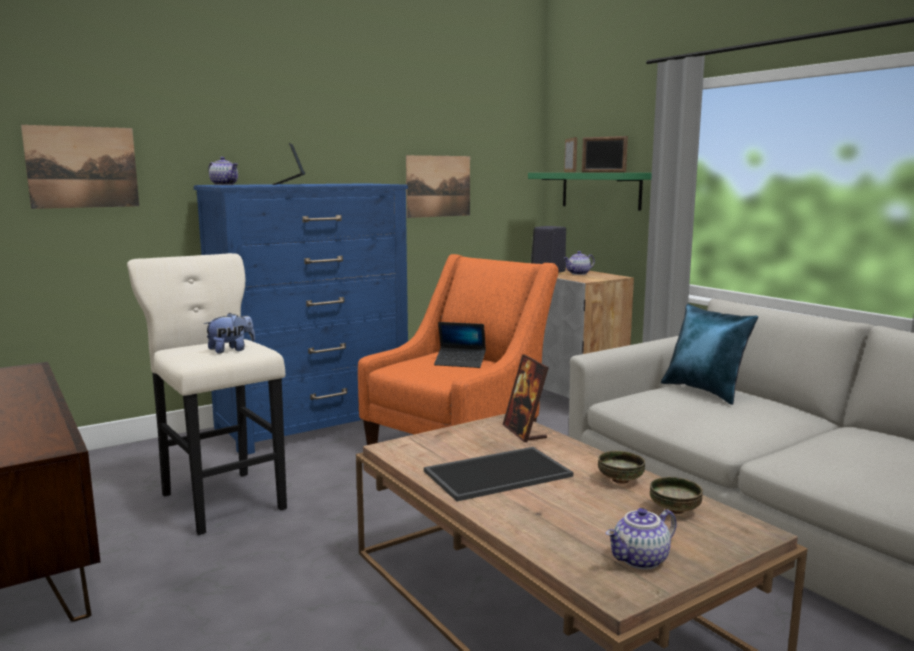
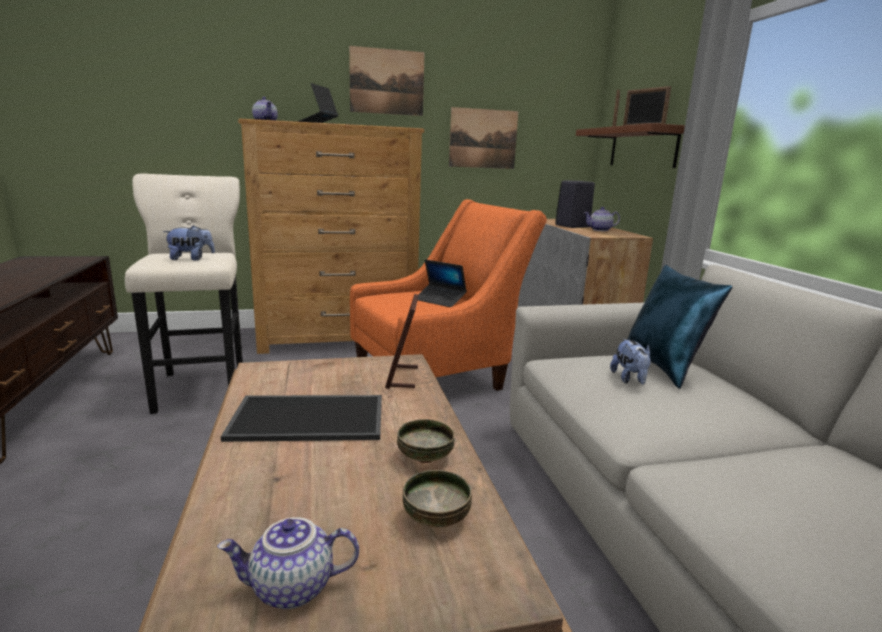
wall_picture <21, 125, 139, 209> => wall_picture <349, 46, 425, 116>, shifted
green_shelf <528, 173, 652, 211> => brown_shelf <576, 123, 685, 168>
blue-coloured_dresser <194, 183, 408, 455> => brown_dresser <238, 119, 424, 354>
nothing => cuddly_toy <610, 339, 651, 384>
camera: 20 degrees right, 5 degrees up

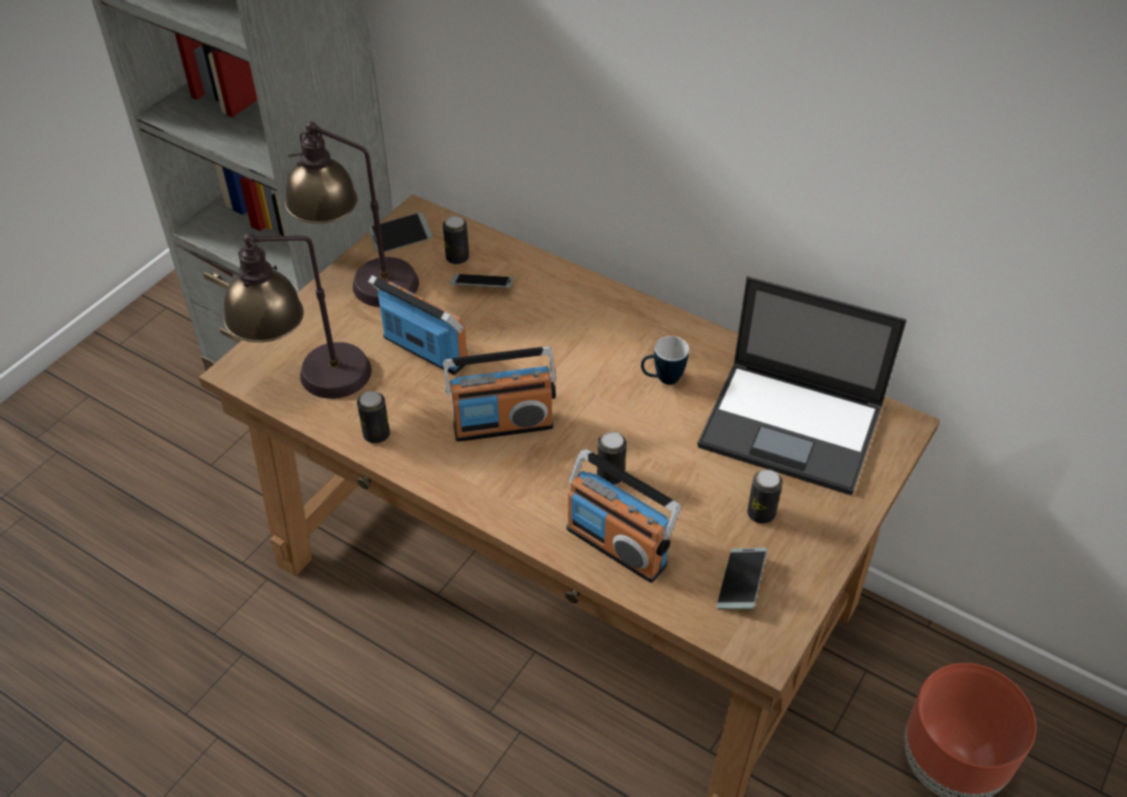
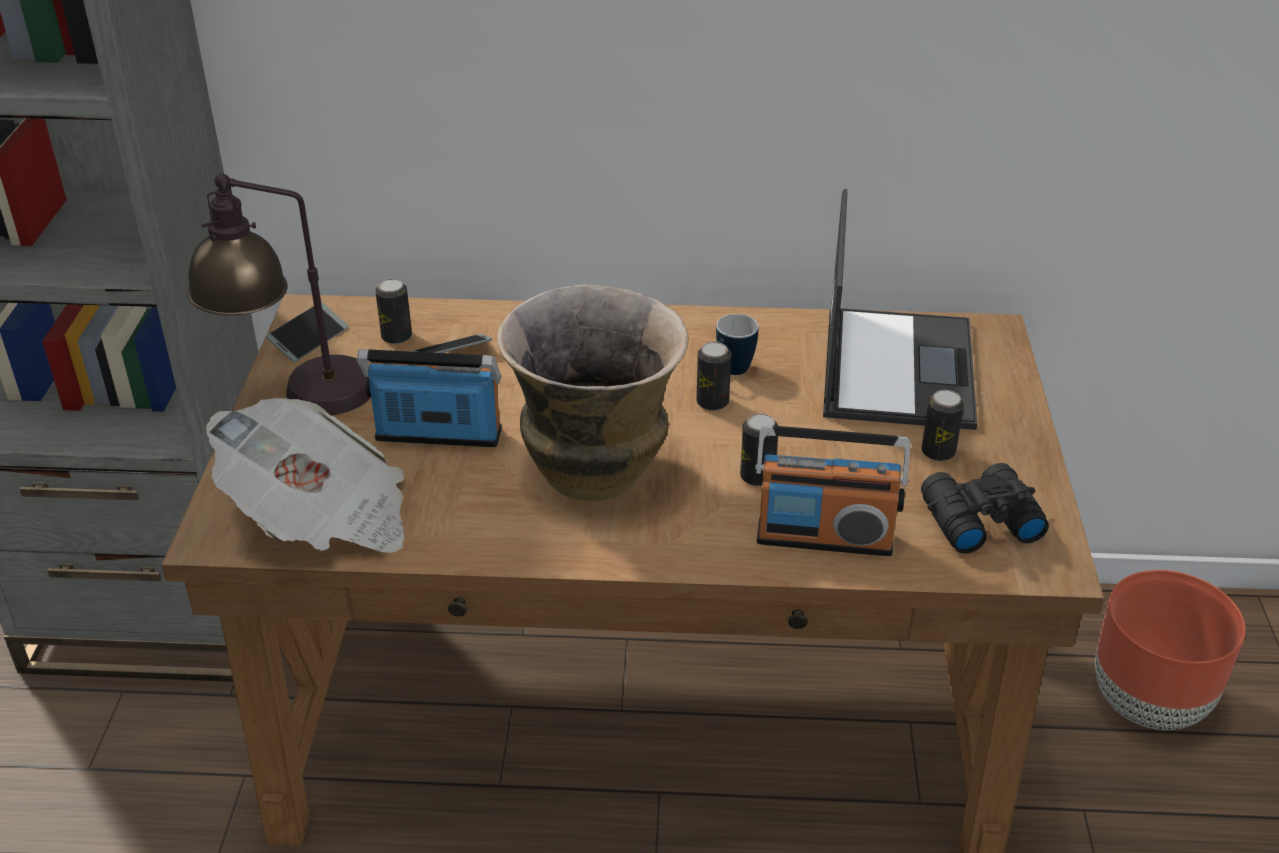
table_lamp <223, 233, 372, 399> => daily_paper <206, 398, 404, 553>
laptop <697, 276, 907, 495> => laptop <823, 189, 977, 430>, 75 degrees counterclockwise
radio_receiver <443, 346, 556, 442> => decorative_vase <497, 284, 689, 501>
metal_can <357, 391, 390, 443> => metal_can <696, 342, 731, 411>, shifted
handset <717, 548, 767, 609> => black-coloured_binoculars <921, 463, 1049, 554>
camera: 30 degrees left, 10 degrees down

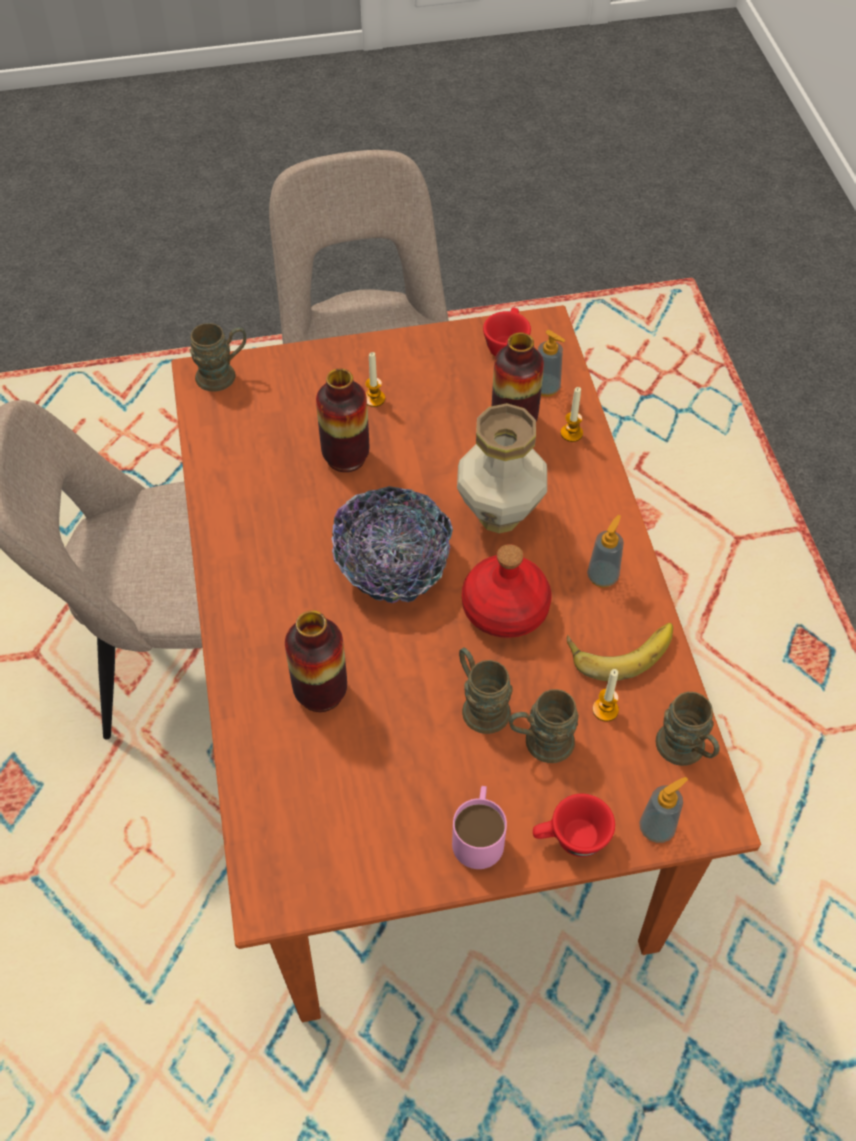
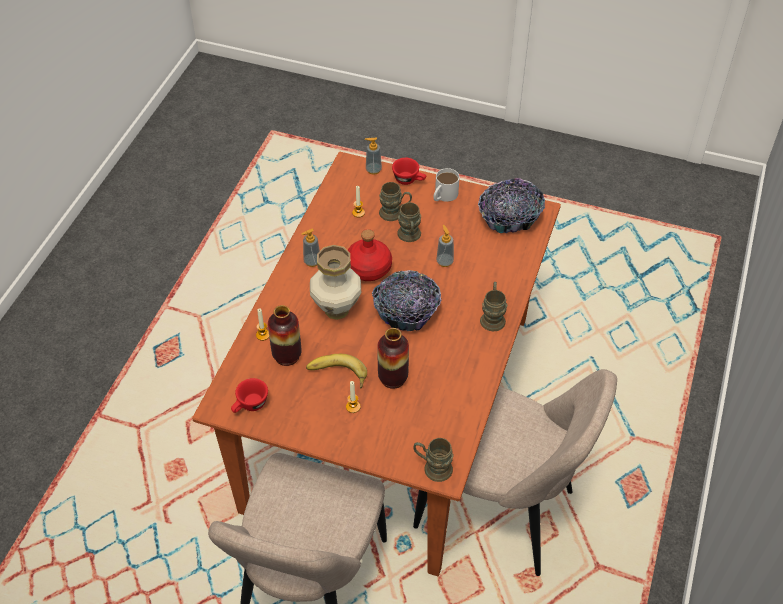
liquid_soap_bottle <538, 330, 565, 396> => liquid_soap_bottle <436, 225, 454, 267>, shifted
decorative_vase <285, 610, 347, 712> => nothing
banana_fruit <567, 623, 673, 681> => banana_fruit <306, 354, 367, 389>, shifted
brown_mug <656, 692, 720, 766> => brown_mug <480, 282, 507, 331>, shifted
pink-coloured_mug <452, 786, 507, 869> => white_mug <434, 168, 459, 202>
nothing => deep_dish <478, 178, 545, 233>
camera: 150 degrees left, 5 degrees down

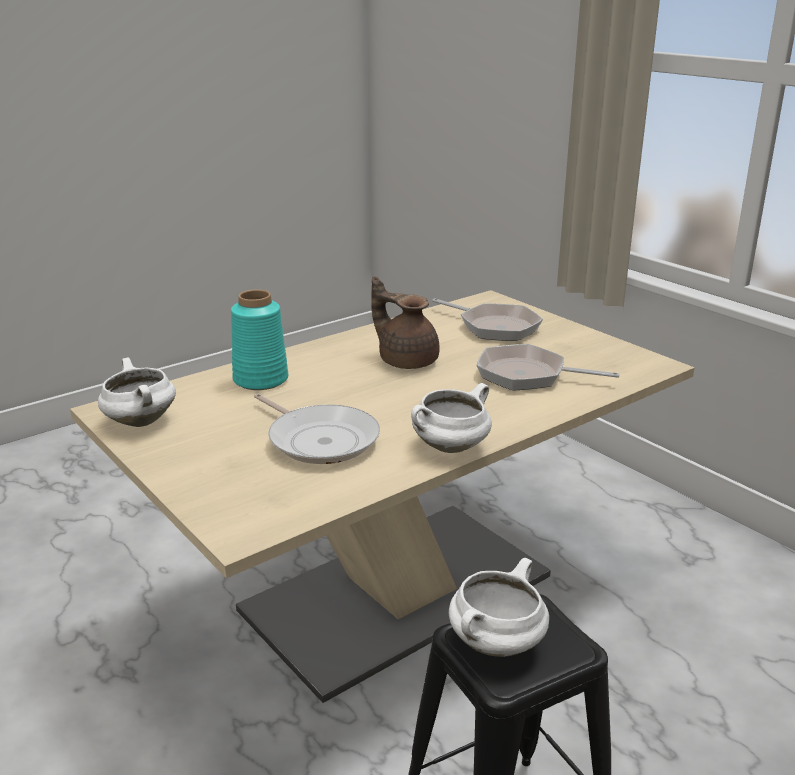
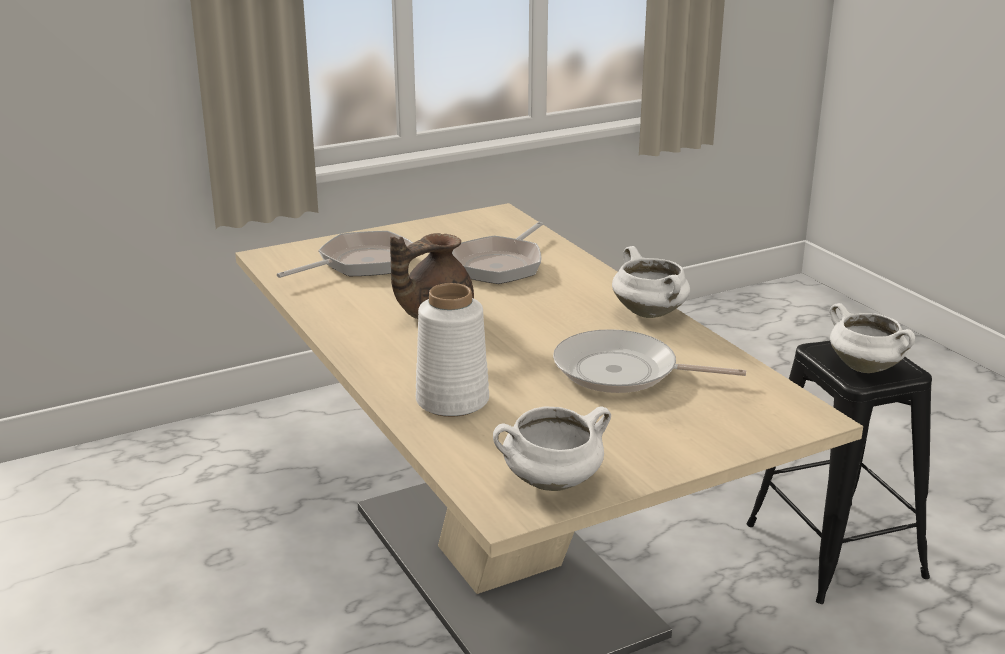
turquoise-coloured_decorative_vase <231, 289, 288, 390> => white_decorative_vase <416, 283, 489, 417>
skillet <254, 394, 380, 464> => skillet <553, 329, 746, 393>, 135 degrees counterclockwise
camera: 80 degrees left, 0 degrees up

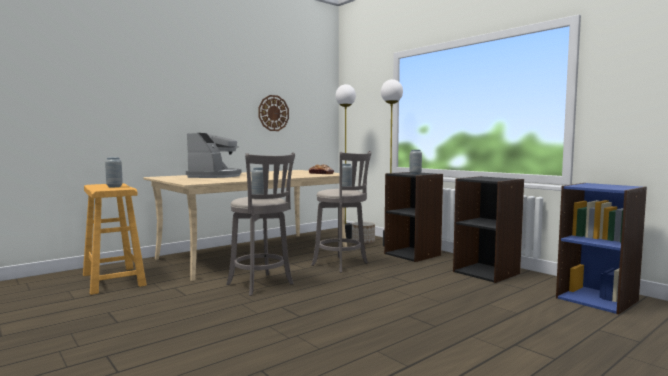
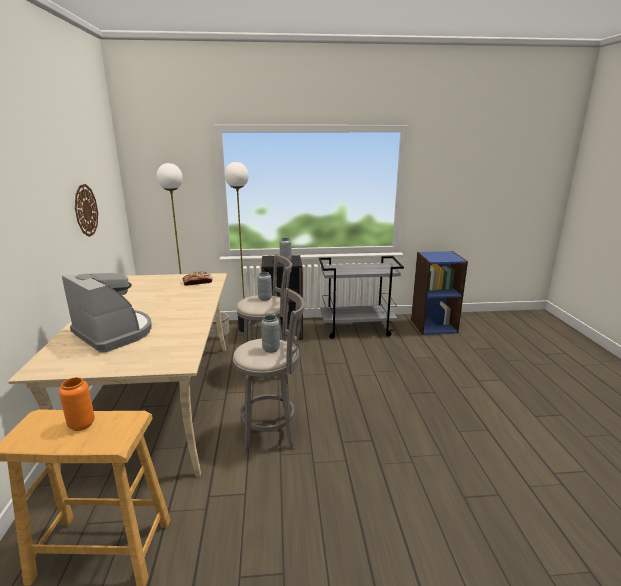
greyish_decorative_vase <105, 158, 123, 187> => orangey_decorative_vase <59, 377, 95, 431>
black-coloured_bookshelf <453, 176, 524, 283> => greyish_trolley <319, 256, 404, 339>
camera: 55 degrees left, 15 degrees up

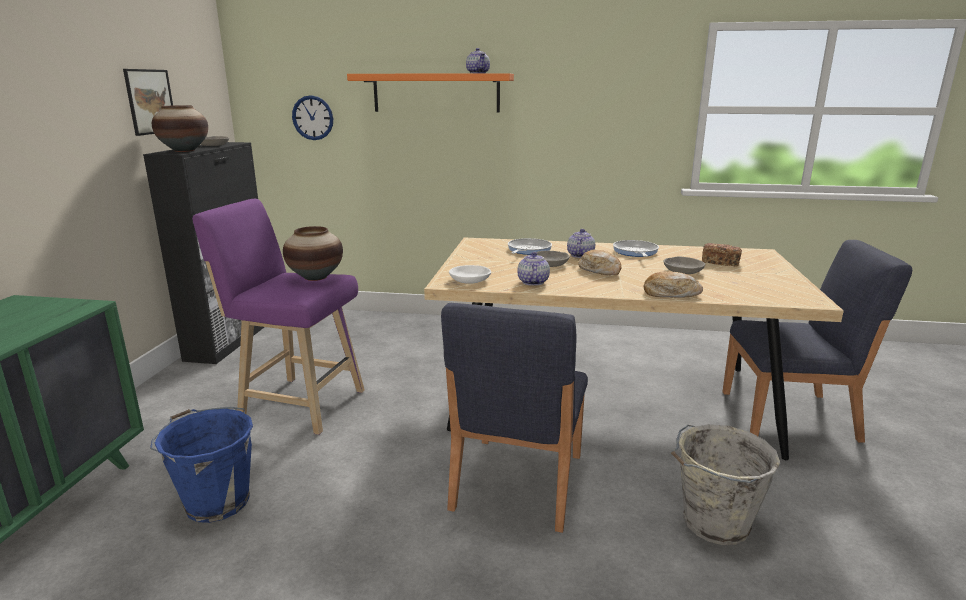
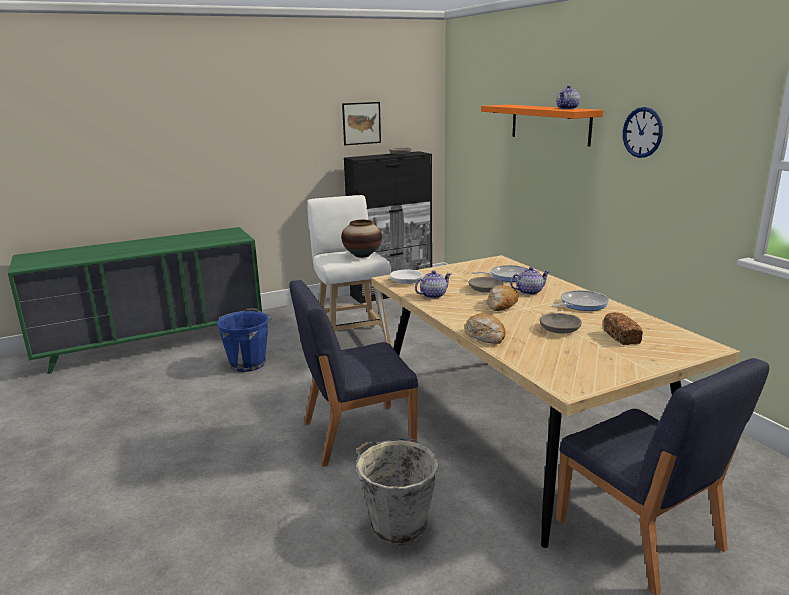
clock_on_the_wall <292, 95, 333, 140> => clock_on_the_wall <623, 107, 663, 158>, shifted
decorative_vase <152, 105, 208, 152> => nothing
purple-coloured_stool <192, 199, 365, 435> => white_stool <307, 195, 392, 346>
camera: 55 degrees right, 0 degrees up

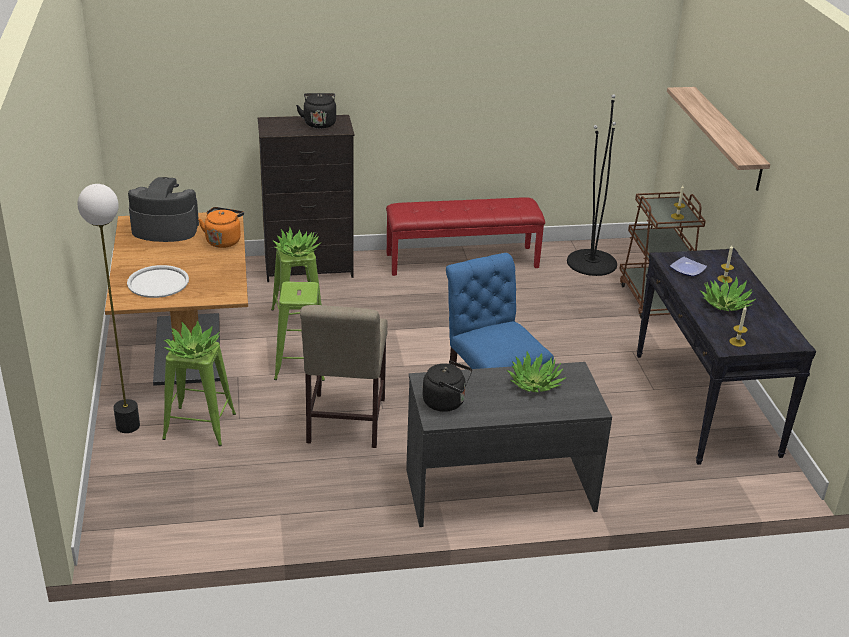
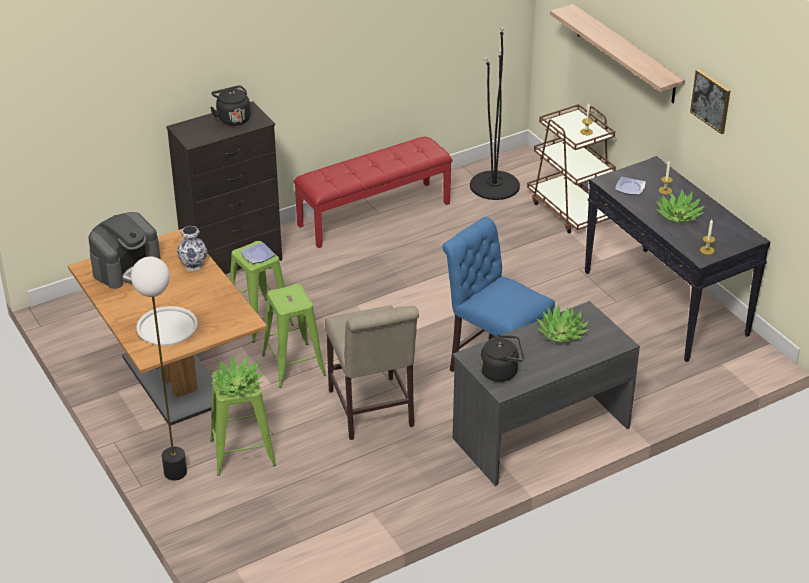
coffee_brewer <128, 177, 199, 242> => coffee_brewer <88, 212, 161, 289>, 150 degrees clockwise
orangey_tea_kettle <198, 207, 244, 248> => decorative_vase <177, 226, 208, 271>
houseplant <272, 227, 321, 257> => dinner_plate <241, 242, 275, 264>
nothing => wall_picture <690, 69, 731, 134>
camera: 20 degrees left, 5 degrees up

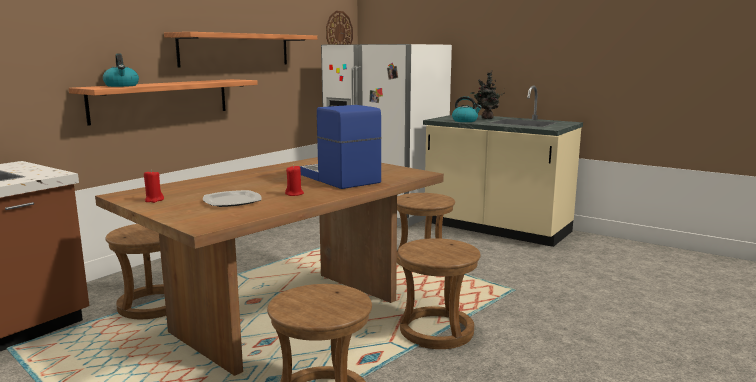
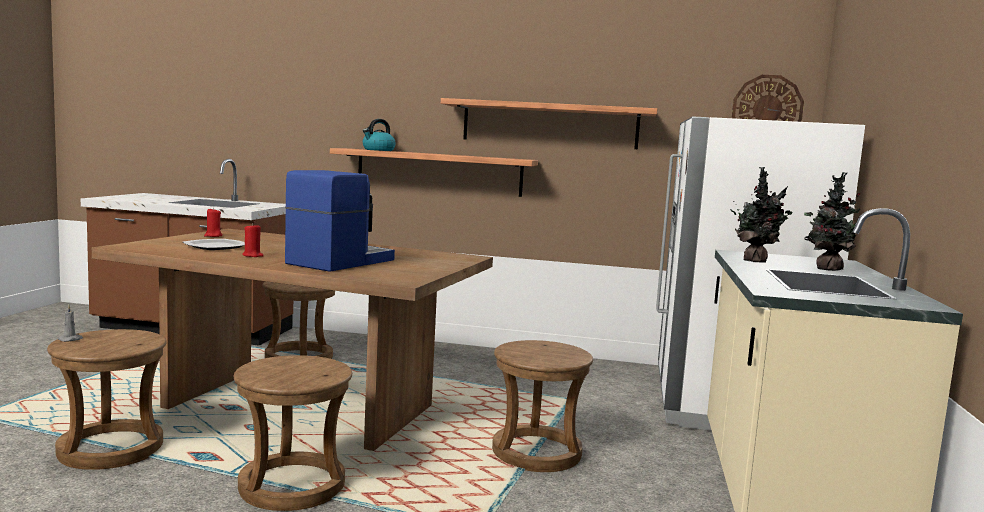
tea_kettle <452, 96, 482, 122> => houseplant <730, 167, 793, 263>
nothing => greyish_candle <58, 305, 83, 342>
camera: 65 degrees right, 5 degrees down

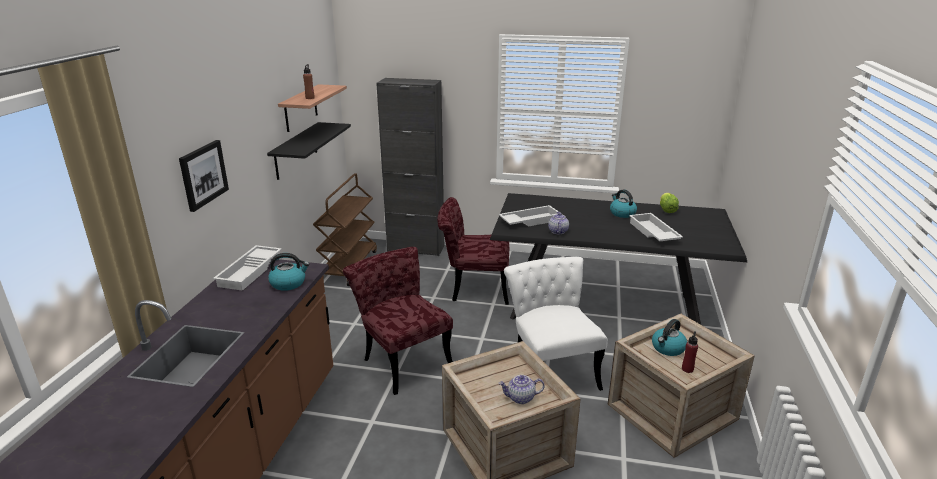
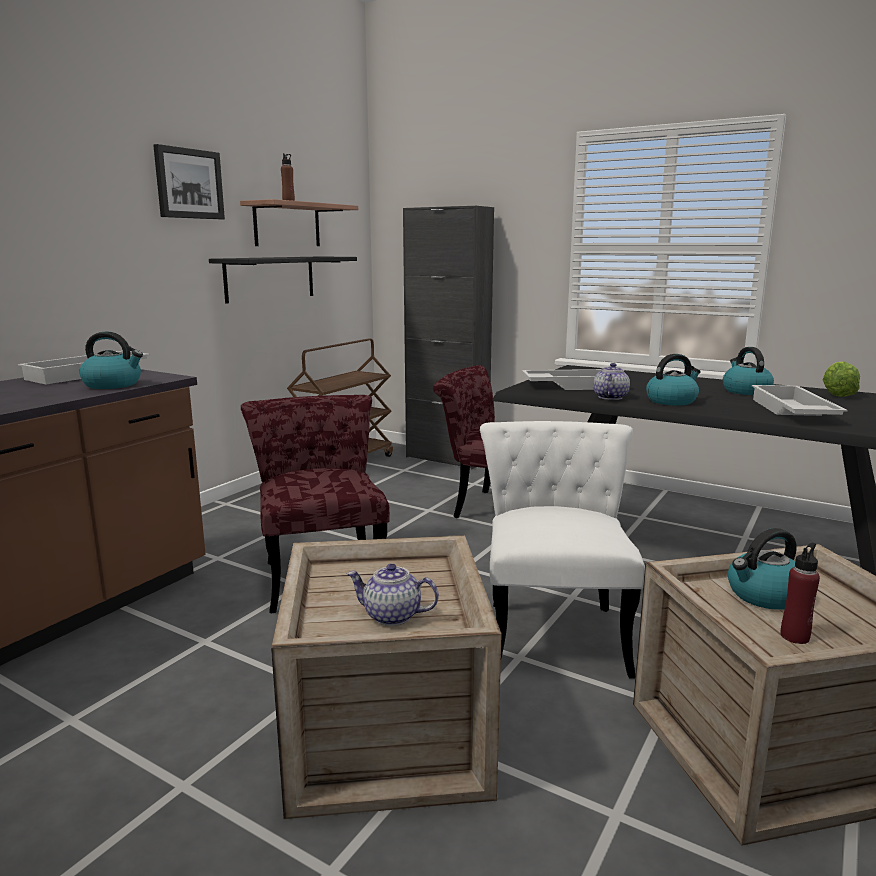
wall_picture <179, 140, 229, 212> => wall_picture <153, 144, 225, 219>, shifted
nothing => tea_kettle <646, 354, 701, 405>
camera: 20 degrees right, 10 degrees down

